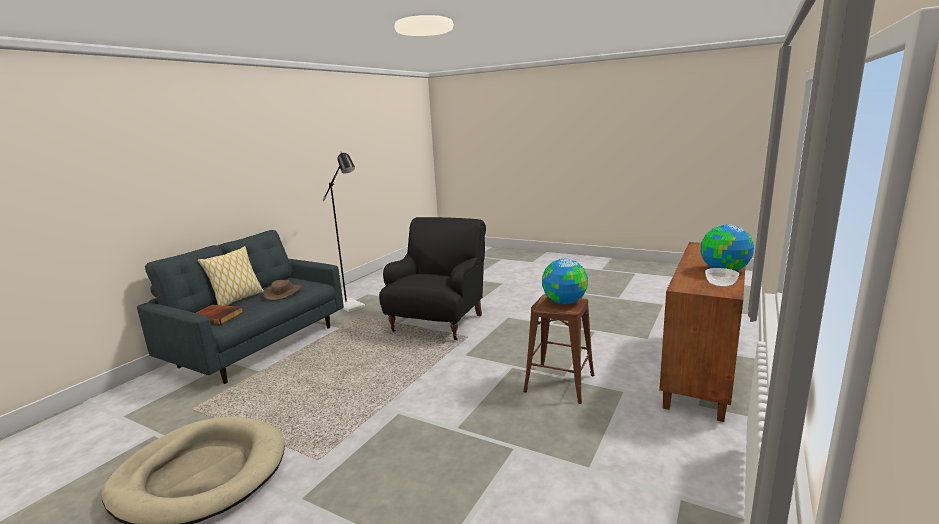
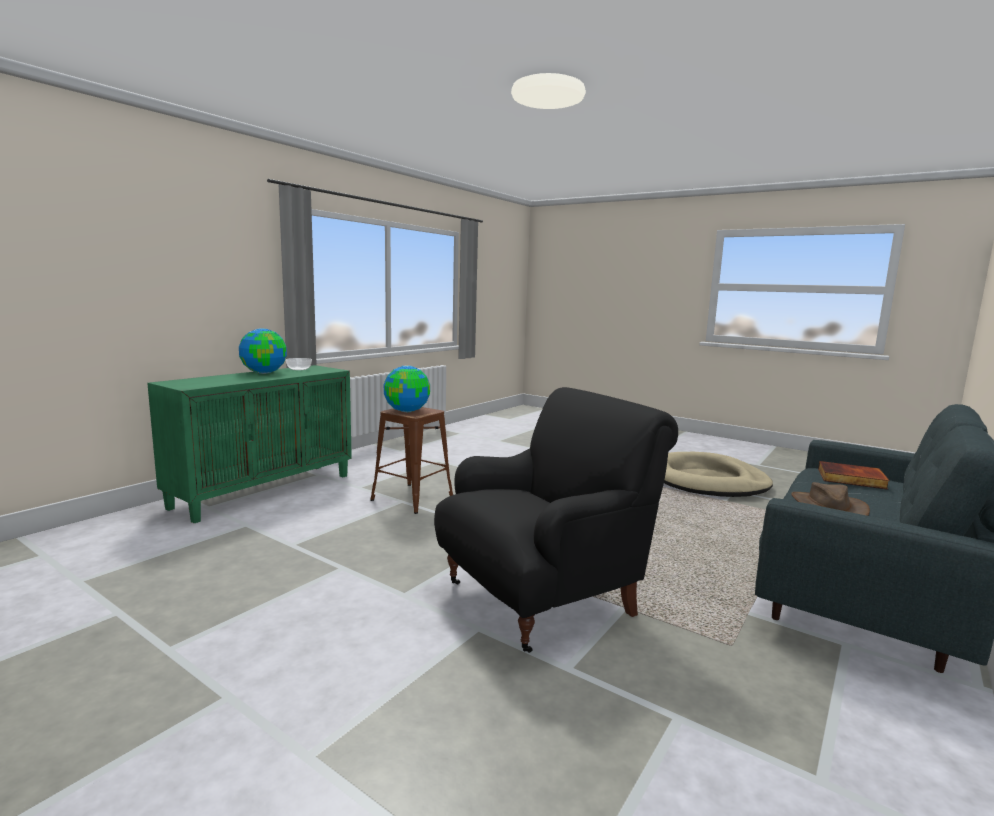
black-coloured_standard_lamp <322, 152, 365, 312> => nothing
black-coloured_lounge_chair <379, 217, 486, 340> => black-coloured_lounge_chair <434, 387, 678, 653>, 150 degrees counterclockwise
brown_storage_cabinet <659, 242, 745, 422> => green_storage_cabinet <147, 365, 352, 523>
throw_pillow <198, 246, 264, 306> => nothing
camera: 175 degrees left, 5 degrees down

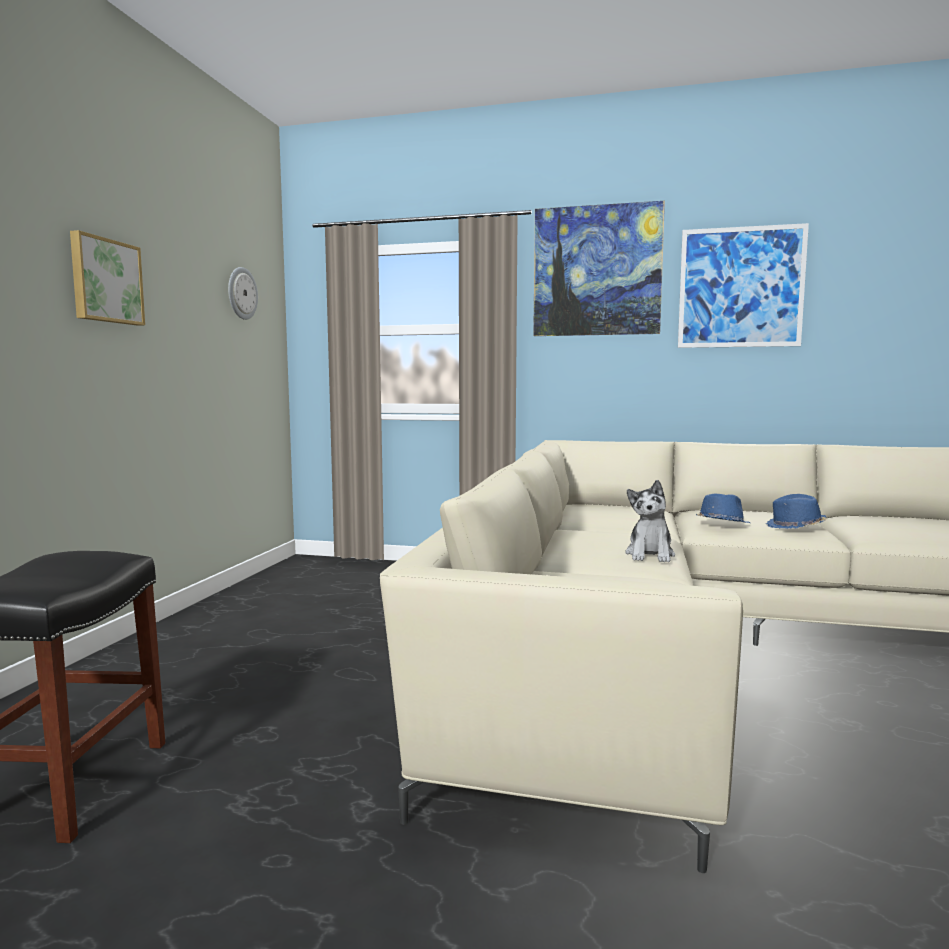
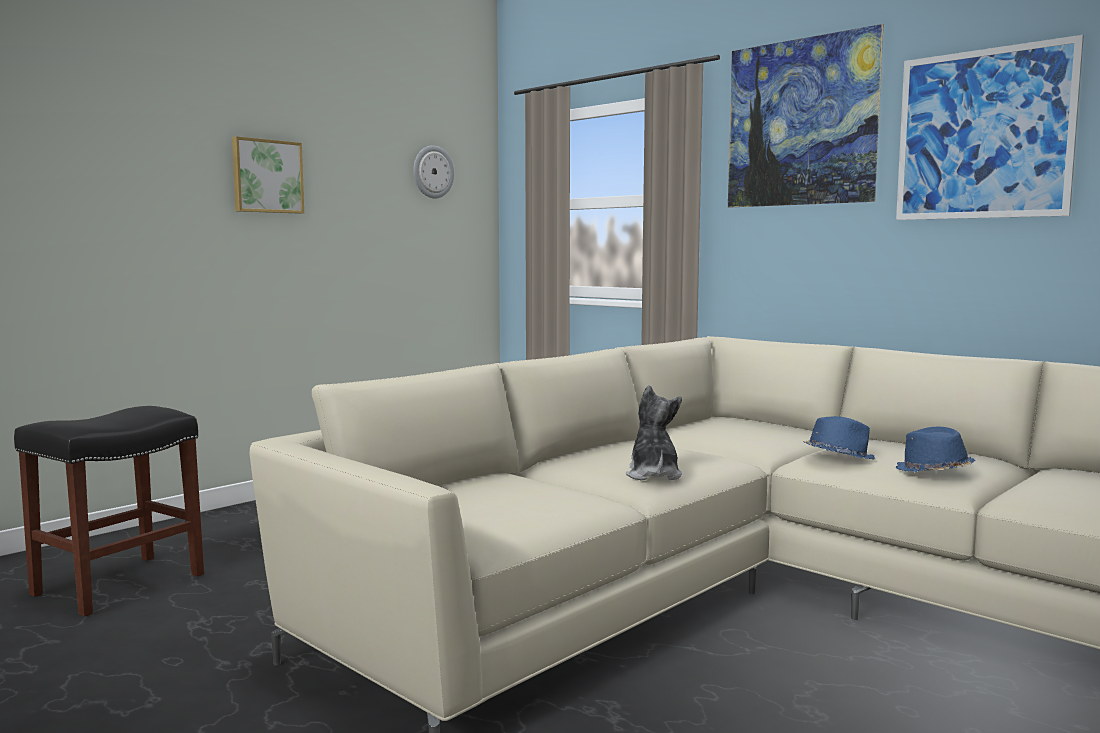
cuddly_toy <625, 480, 675, 562> => cuddly_toy <626, 385, 682, 480>, 135 degrees clockwise
camera: 30 degrees right, 0 degrees up

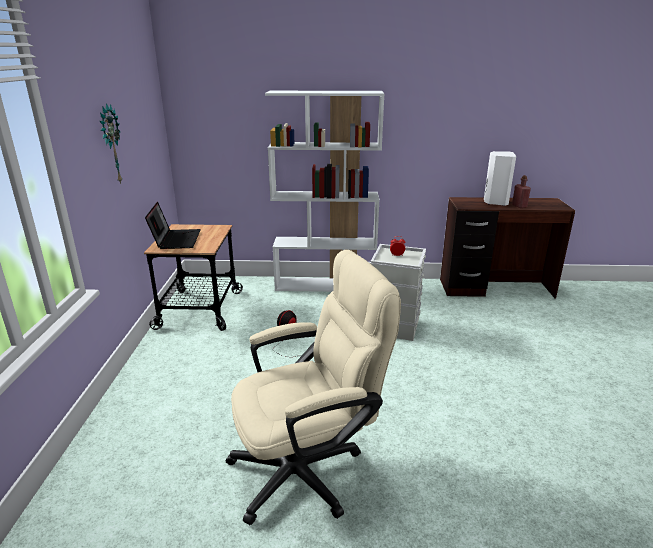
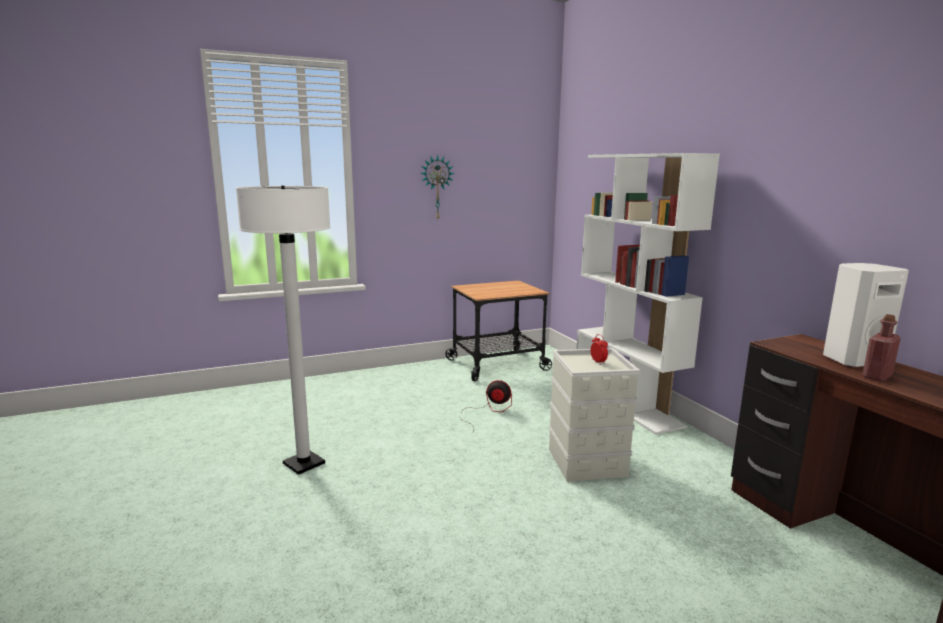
laptop <145, 202, 201, 249> => nothing
sand-coloured_computer_chair <226, 250, 401, 525> => white_standard_lamp <236, 186, 331, 475>
camera: 65 degrees right, 10 degrees down

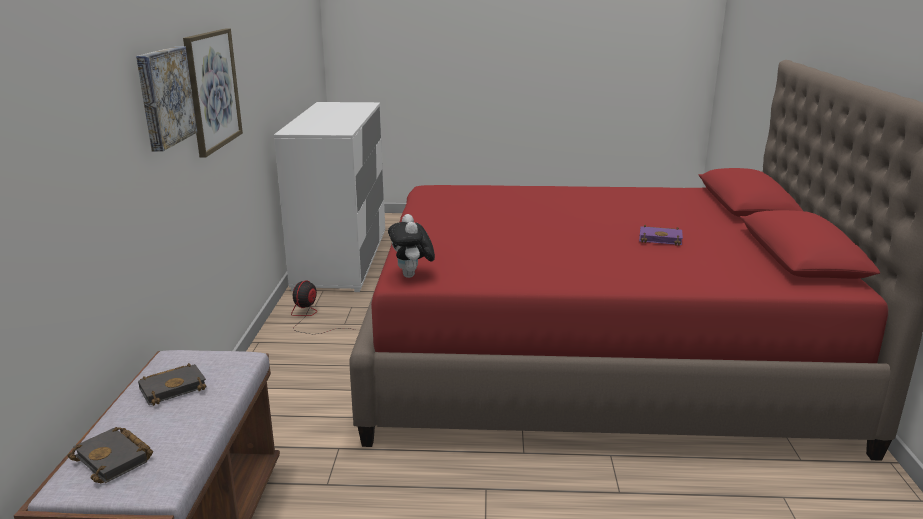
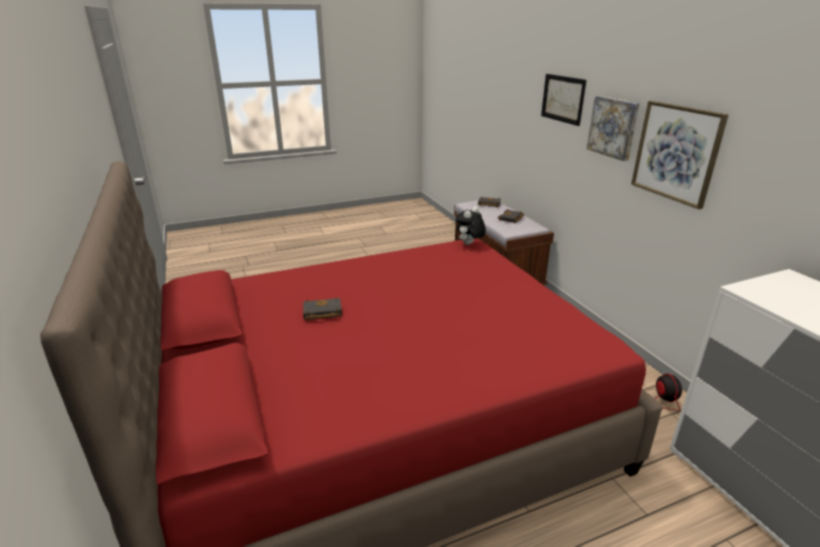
cuddly_toy <388, 214, 435, 278> => cuddly_toy <456, 206, 486, 245>, 105 degrees counterclockwise
purple-coloured_book <639, 225, 683, 246> => black-coloured_book <303, 297, 342, 320>
nothing => wall_picture <541, 74, 586, 126>
camera: 155 degrees right, 5 degrees up

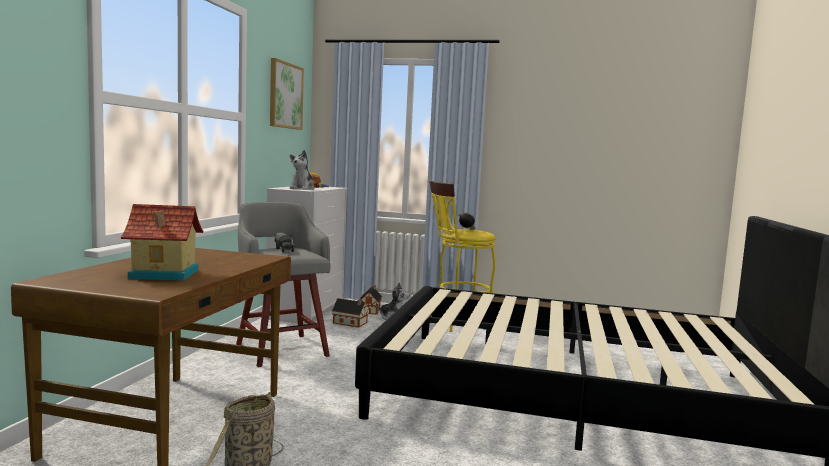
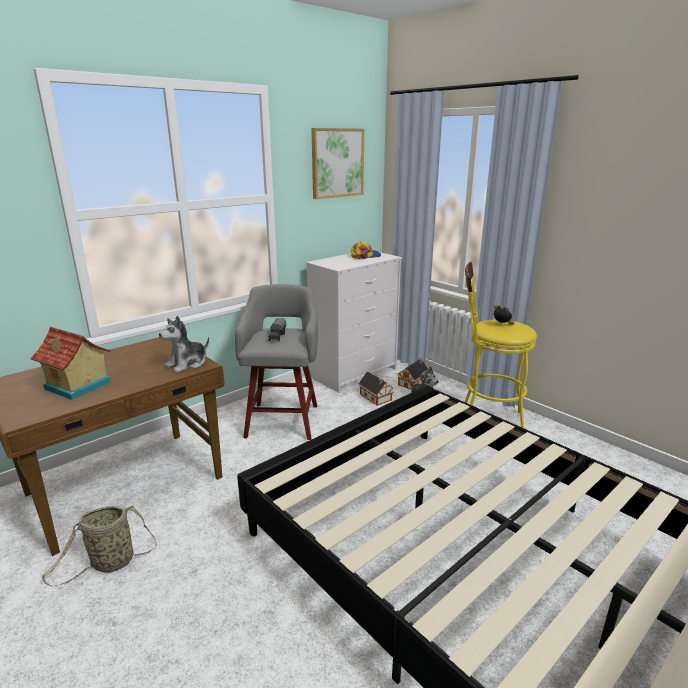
cuddly_toy <290, 150, 315, 190> => cuddly_toy <159, 316, 209, 373>, shifted
camera: 35 degrees right, 15 degrees up

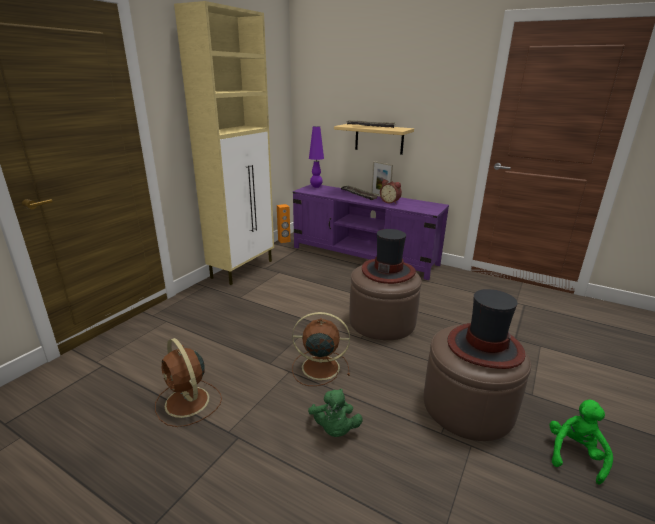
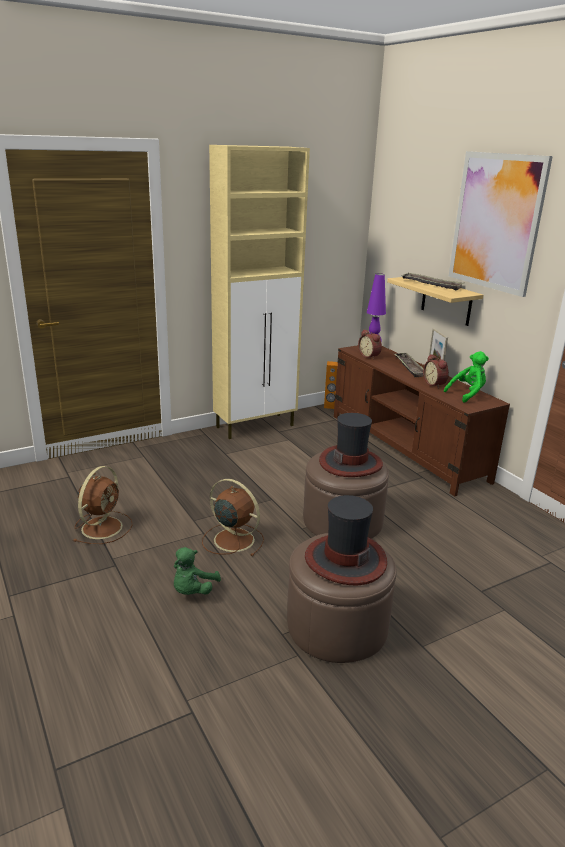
purple-coloured_tv_unit <293, 184, 449, 280> => brown_tv_unit <334, 345, 510, 496>
brown_electric_fan <155, 338, 222, 427> => brown_electric_fan <73, 466, 133, 544>, 150 degrees counterclockwise
green_cuddly_toy <550, 400, 613, 485> => green_cuddly_toy <444, 351, 489, 403>, shifted
nothing => wall_picture <449, 151, 553, 297>
nothing => table_clock <358, 329, 382, 359>
camera: 30 degrees right, 0 degrees up

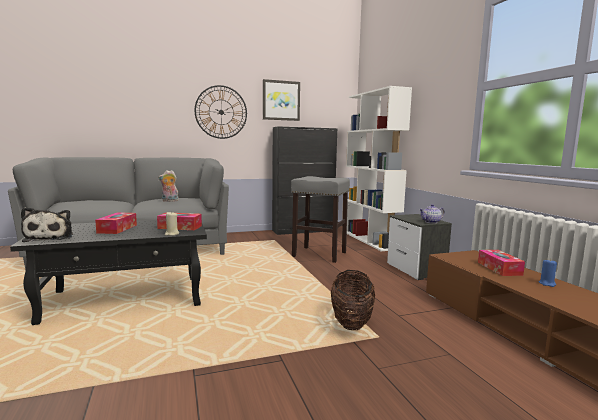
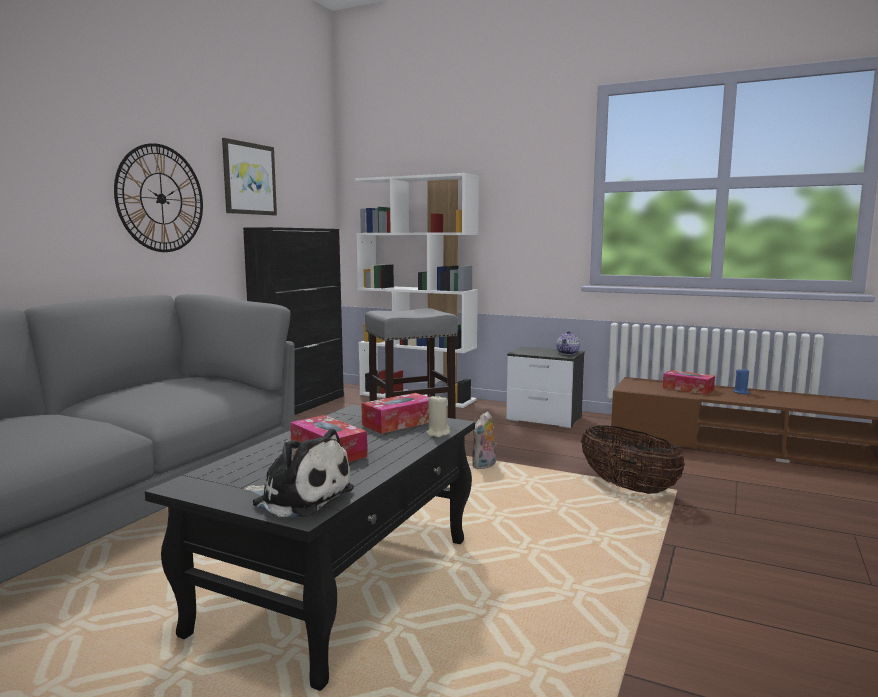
cuddly_toy <158, 170, 180, 202> => cuddly_toy <472, 411, 497, 469>, shifted
camera: 45 degrees left, 0 degrees up

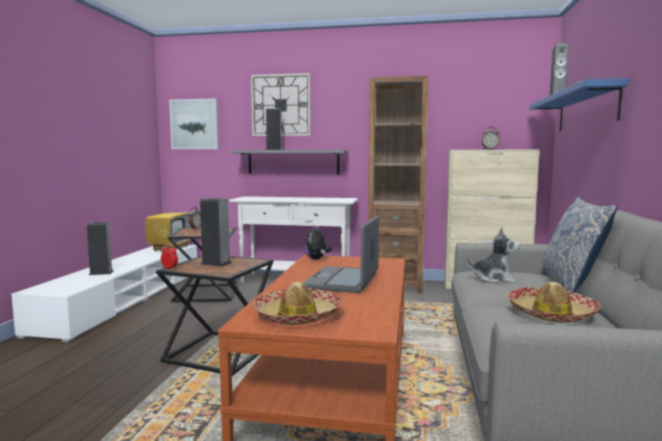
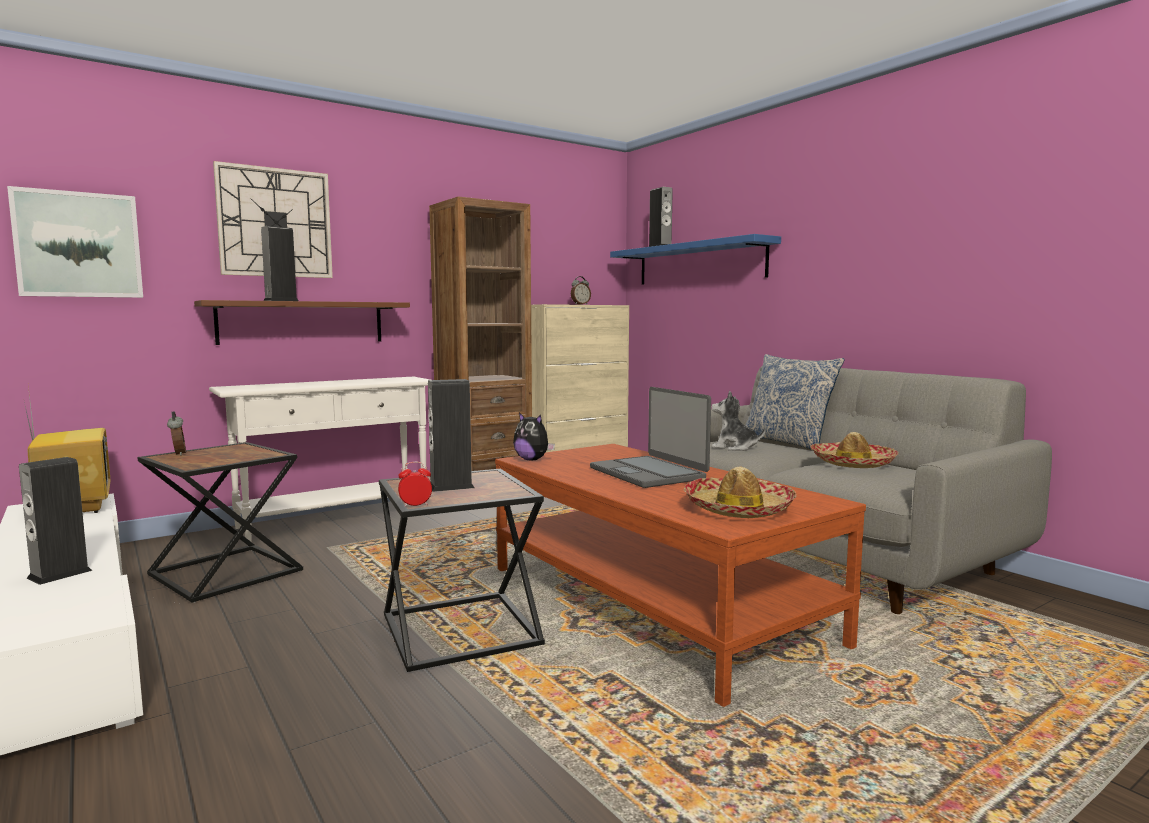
greyish_shelf <230, 150, 348, 175> => brown_shelf <194, 300, 410, 345>
cuddly_toy <467, 228, 521, 283> => cuddly_toy <711, 391, 766, 451>, 120 degrees counterclockwise
camera: 45 degrees left, 0 degrees up

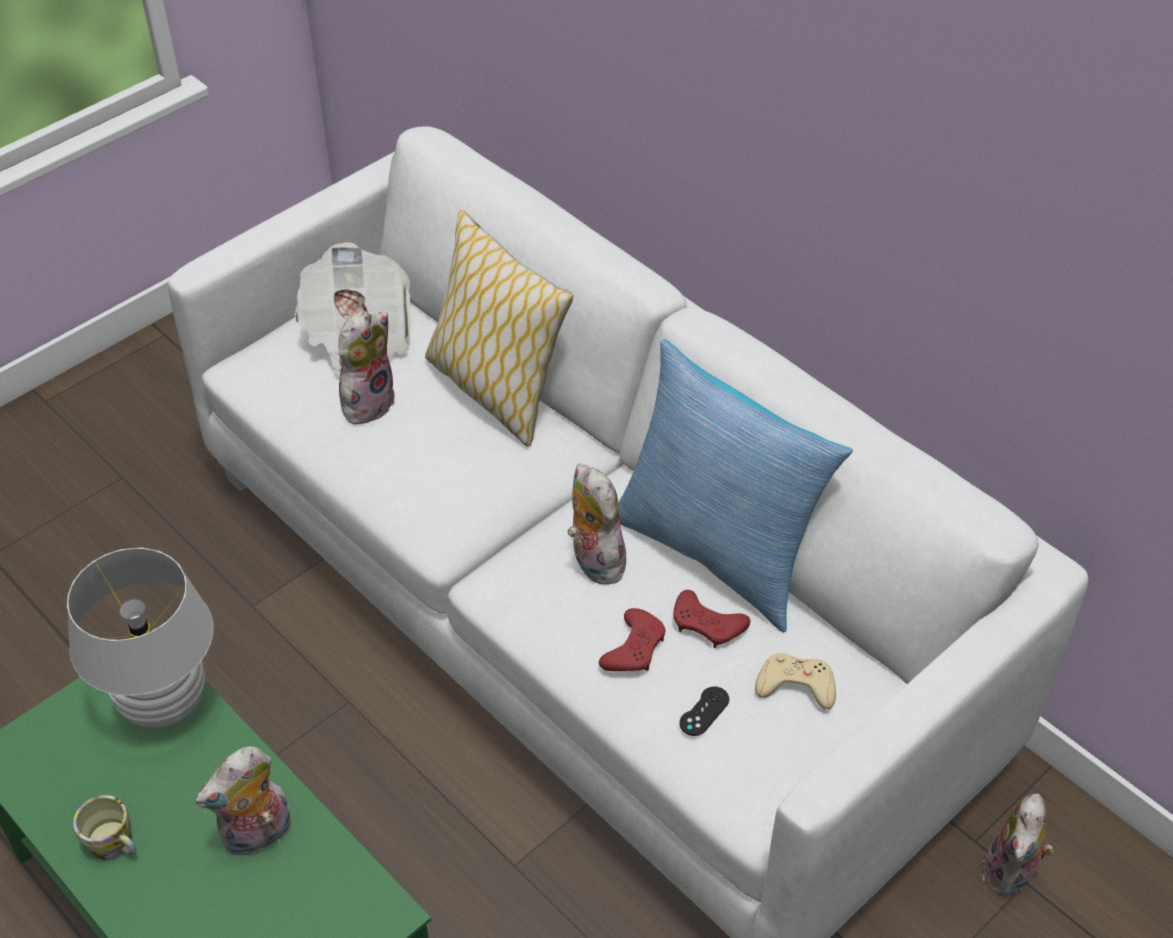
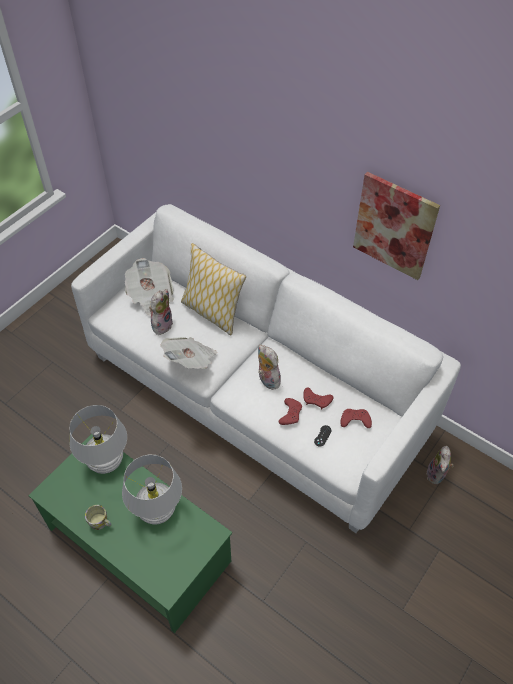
throw_pillow <619, 339, 853, 633> => nothing
sand-coloured_gamepad <755, 653, 836, 709> => reddish_gamepad <340, 409, 372, 428>
cuddly_toy <195, 746, 291, 858> => white_table_lamp <122, 455, 182, 524>
nothing => wall_picture <353, 172, 440, 280>
nothing => daily_paper <160, 337, 217, 369>
camera: 10 degrees left, 5 degrees up

